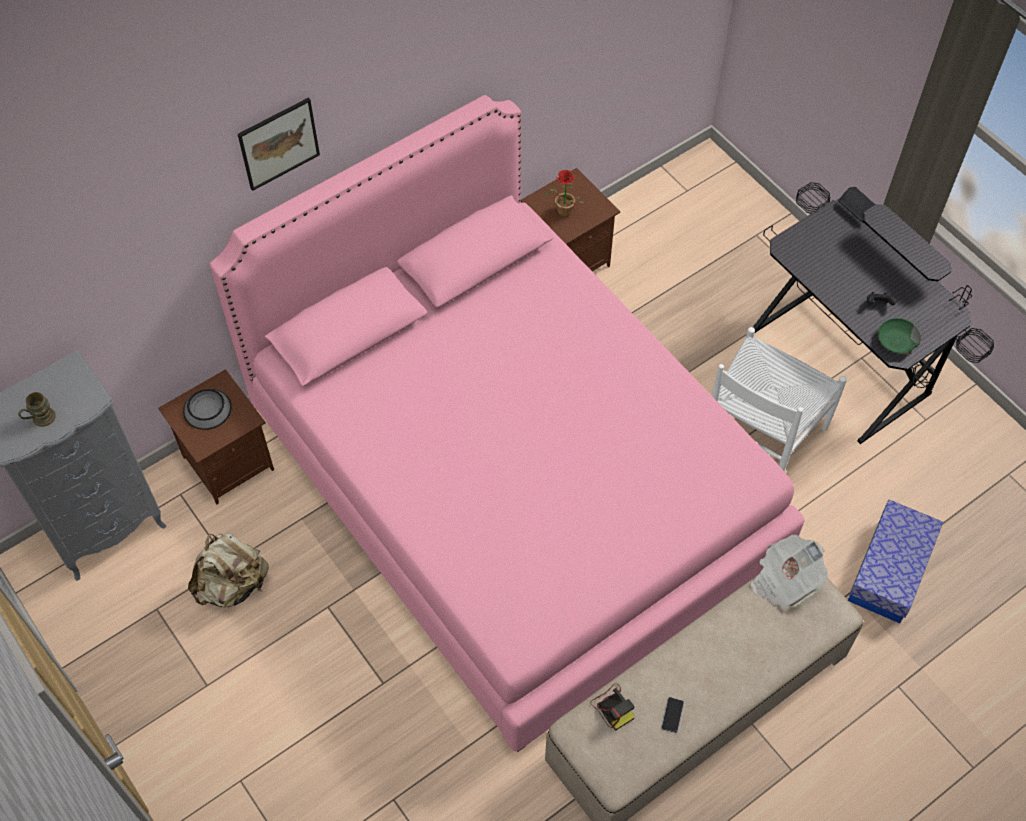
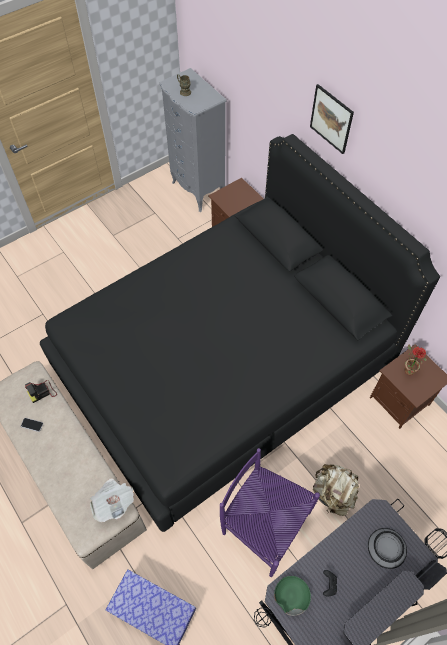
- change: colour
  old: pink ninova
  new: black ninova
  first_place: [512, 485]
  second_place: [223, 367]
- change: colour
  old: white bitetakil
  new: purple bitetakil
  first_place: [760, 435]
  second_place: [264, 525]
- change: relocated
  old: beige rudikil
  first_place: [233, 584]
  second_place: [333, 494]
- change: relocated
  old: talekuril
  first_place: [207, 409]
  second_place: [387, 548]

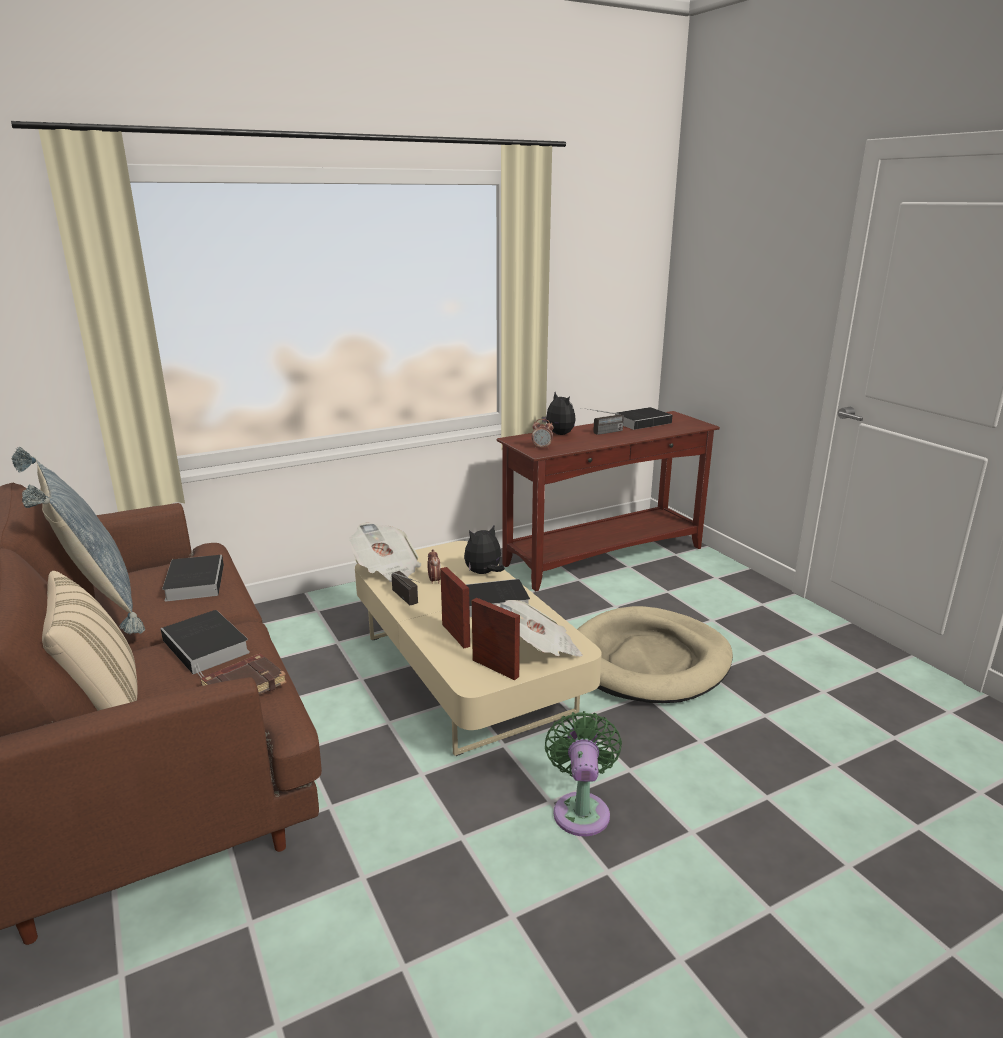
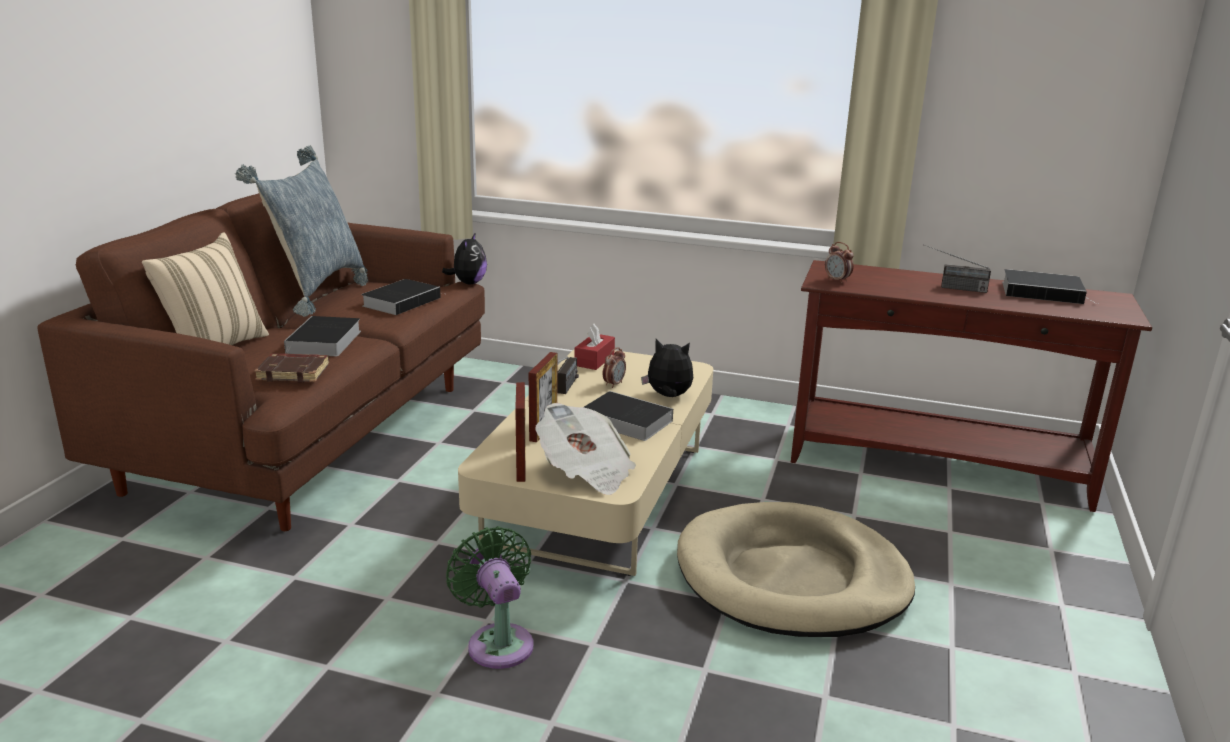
- change: relocated
  old: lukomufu
  first_place: [558, 434]
  second_place: [468, 283]
- change: spun
  old: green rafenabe
  first_place: [581, 809]
  second_place: [498, 642]
  degrees: -75
- change: exchanged
  old: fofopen
  new: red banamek
  first_place: [386, 569]
  second_place: [594, 360]

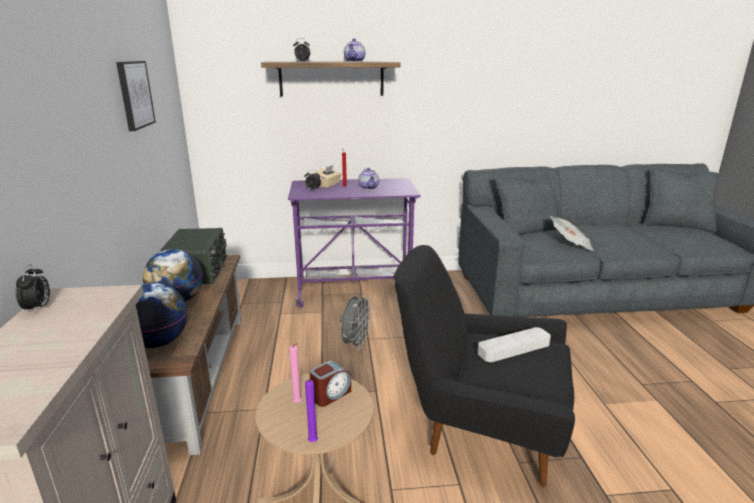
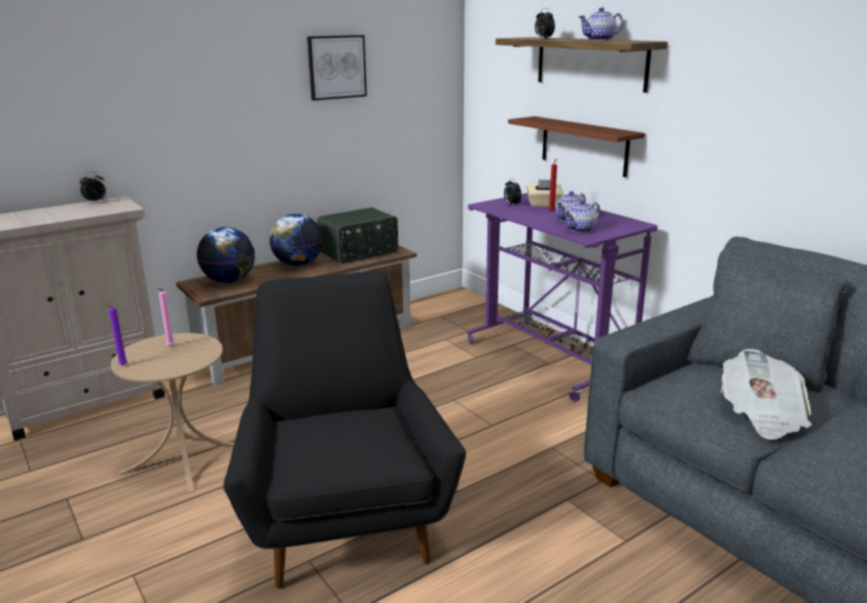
- change: appeared
  new: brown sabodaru
  second_place: [584, 146]
- change: appeared
  new: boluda
  second_place: [580, 229]
- change: missing
  old: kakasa
  first_place: [330, 395]
- change: missing
  old: grey rafenabe
  first_place: [356, 344]
- change: missing
  old: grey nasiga
  first_place: [513, 348]

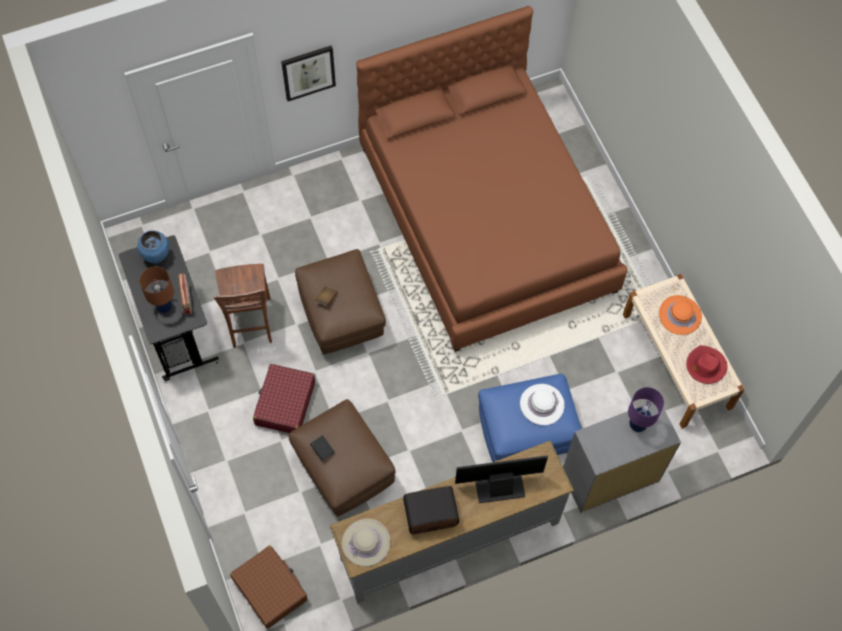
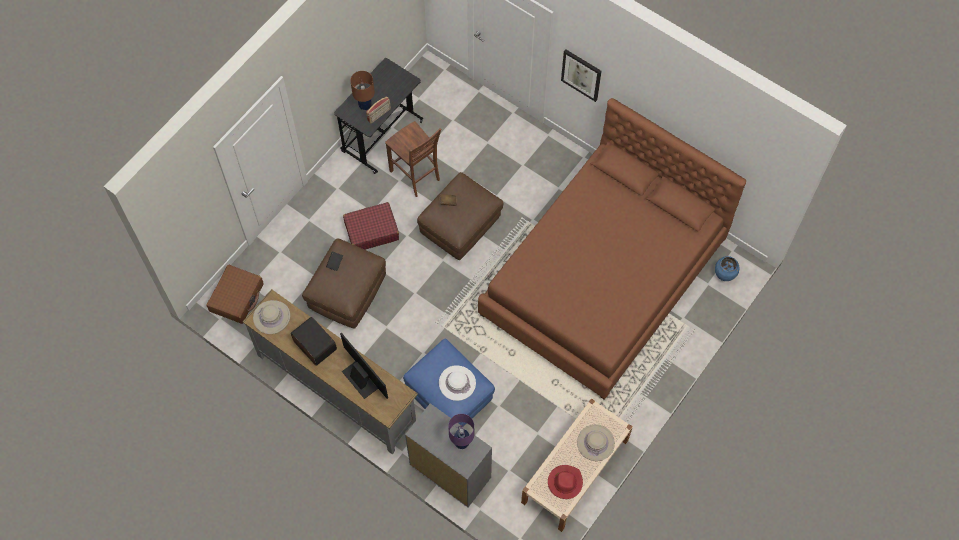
- change: spun
  old: brown bitetakil
  first_place: [250, 324]
  second_place: [415, 176]
  degrees: -90
- change: colour
  old: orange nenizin
  new: beige nenizin
  first_place: [680, 315]
  second_place: [595, 443]
- change: relocated
  old: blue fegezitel
  first_place: [156, 256]
  second_place: [724, 275]

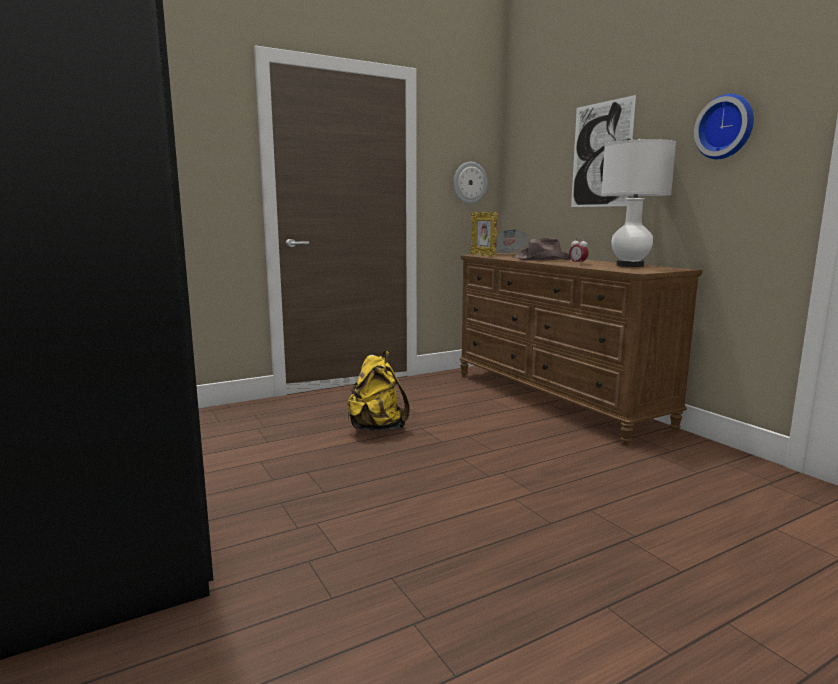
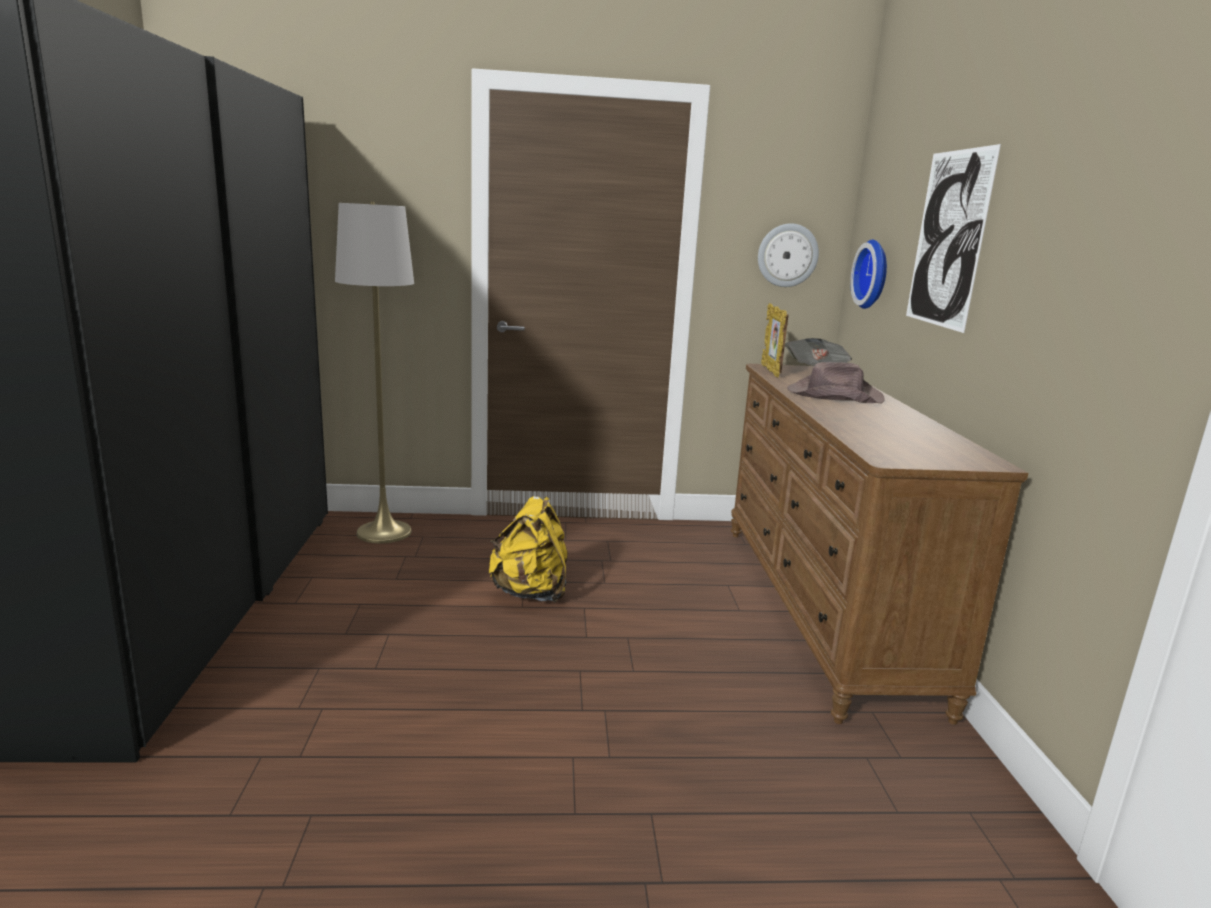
- change: appeared
  new: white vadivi
  second_place: [384, 532]
- change: relocated
  old: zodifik
  first_place: [726, 127]
  second_place: [874, 274]
- change: missing
  old: kakasa
  first_place: [578, 264]
- change: missing
  old: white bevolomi
  first_place: [630, 265]

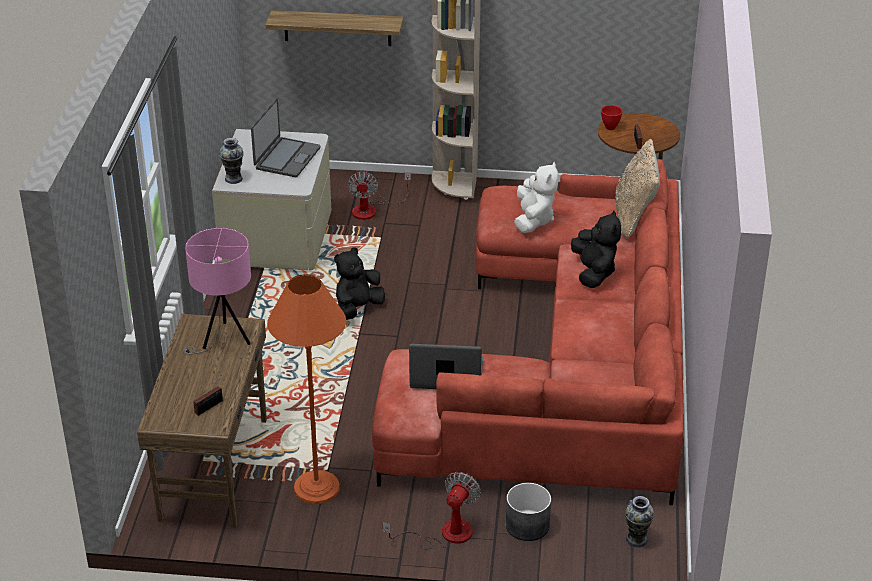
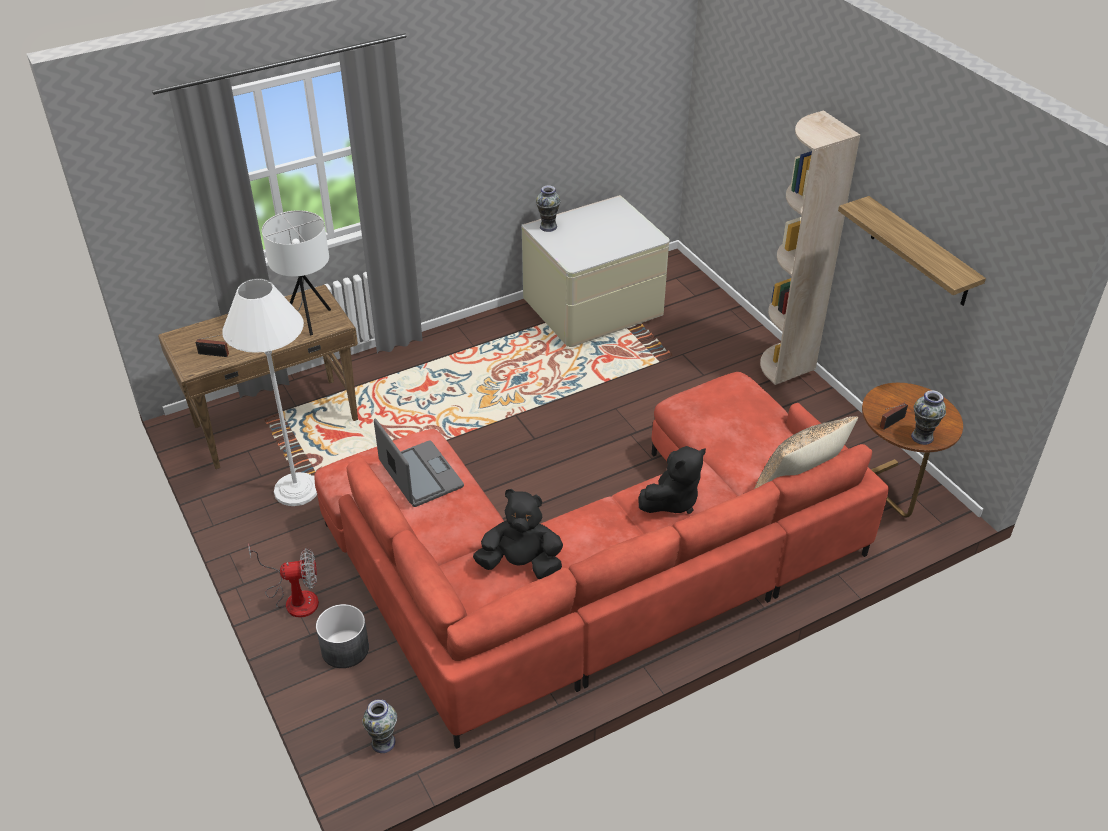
- change: colour
  old: orange vadivi
  new: white vadivi
  first_place: [317, 488]
  second_place: [296, 490]
- change: colour
  old: pink bevolomi
  new: white bevolomi
  first_place: [223, 340]
  second_place: [307, 320]
- change: relocated
  old: black lukomufu
  first_place: [357, 308]
  second_place: [521, 564]
- change: relocated
  old: sabodaru
  first_place: [337, 28]
  second_place: [920, 252]
- change: appeared
  new: fegezitel
  second_place: [922, 437]
- change: missing
  old: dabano
  first_place: [286, 158]
- change: missing
  old: rafenabe
  first_place: [371, 209]
- change: missing
  old: white lukomufu
  first_place: [533, 220]
- change: missing
  old: red talekuril
  first_place: [610, 128]

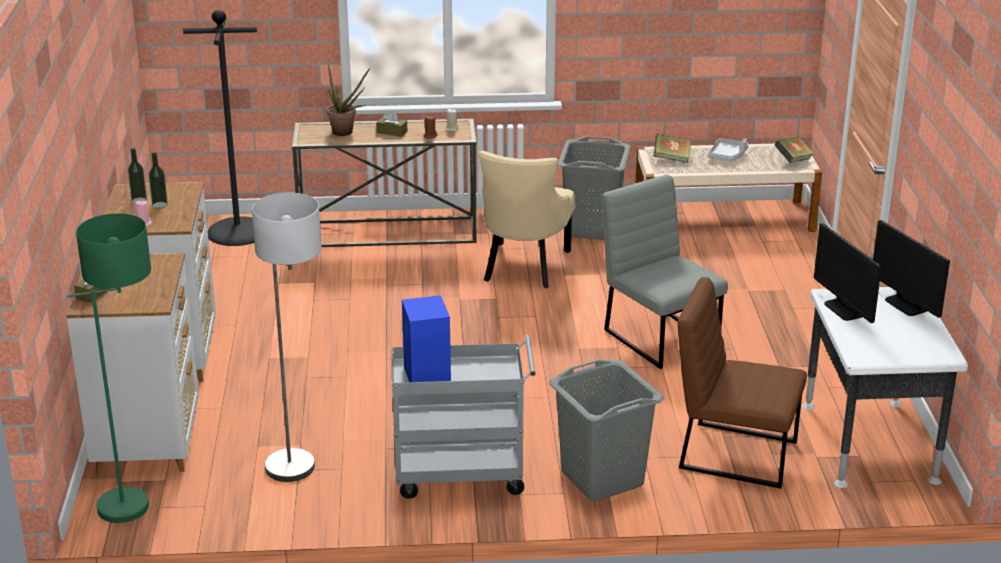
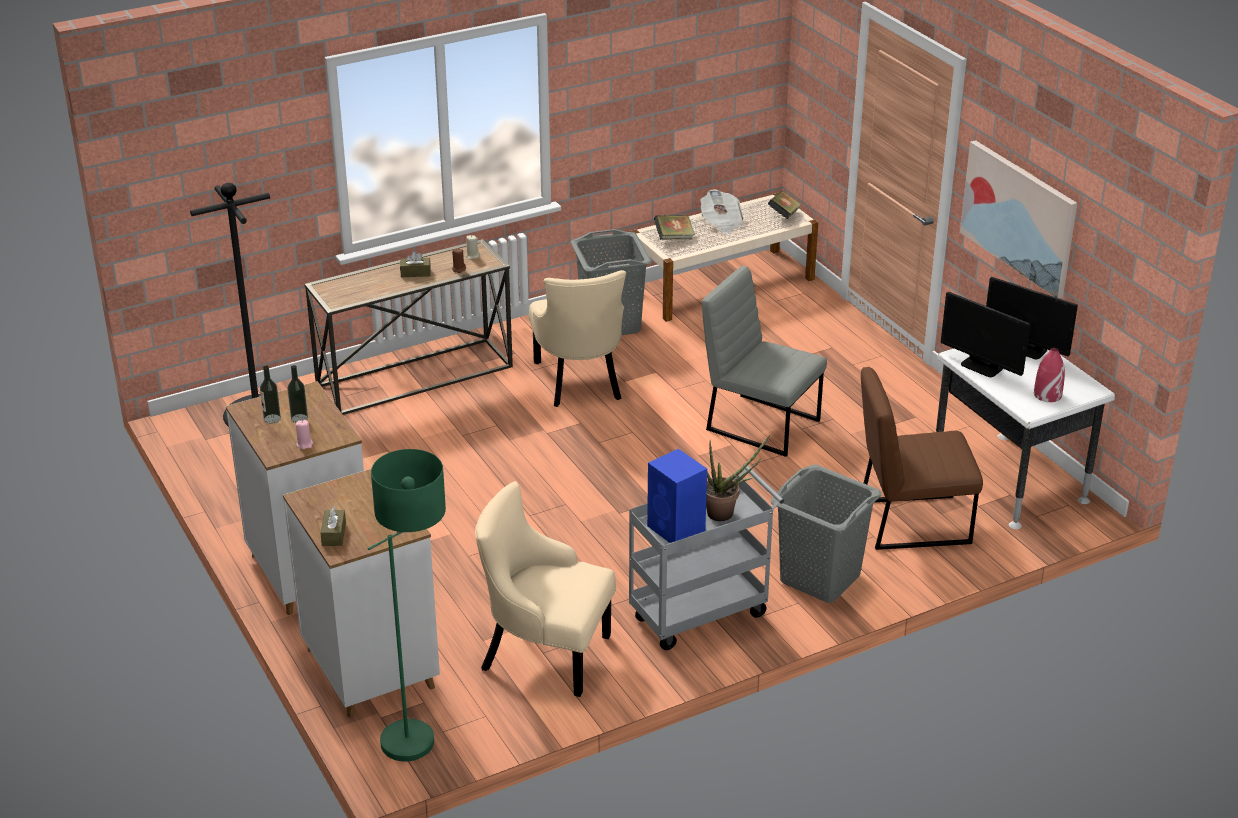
- change: exchanged
  old: grey vadivi
  new: beige bitetakil
  first_place: [300, 473]
  second_place: [547, 656]
- change: exchanged
  old: grey nasiga
  new: fofopen
  first_place: [727, 156]
  second_place: [722, 223]
- change: relocated
  old: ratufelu
  first_place: [346, 133]
  second_place: [726, 514]
- change: appeared
  new: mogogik
  second_place: [1019, 217]
- change: appeared
  new: red fegezitel
  second_place: [1047, 395]

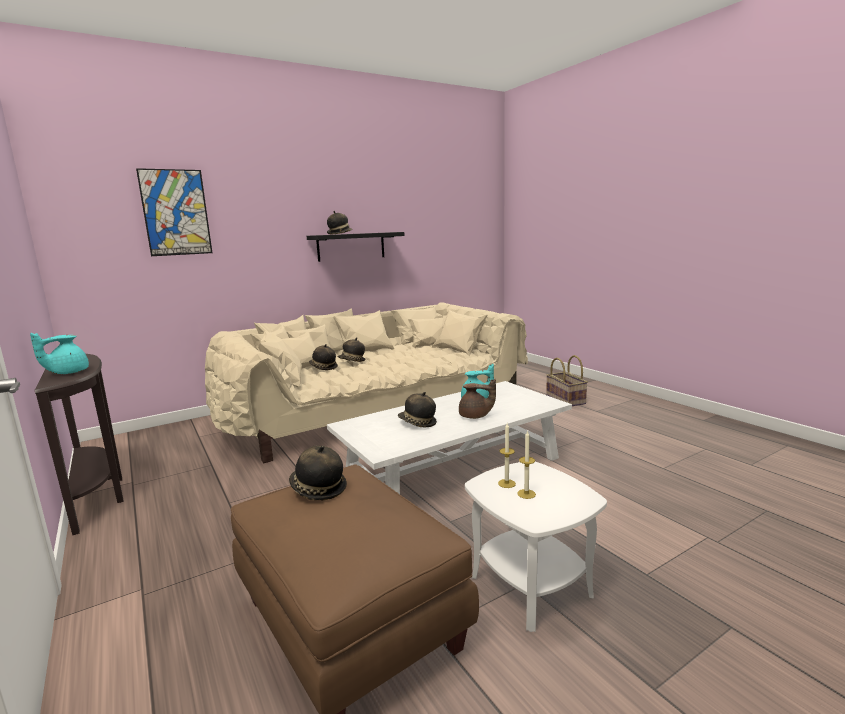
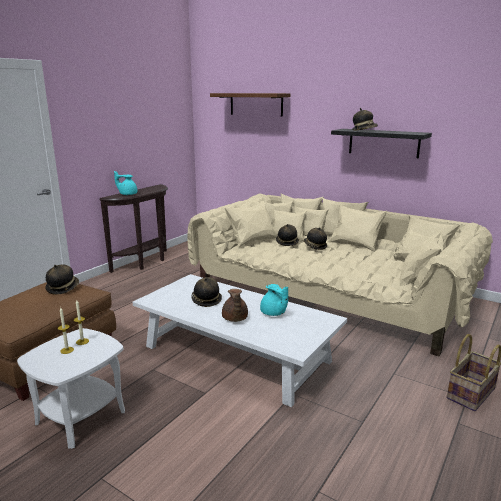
- change: exchanged
  old: mogogik
  new: brown sabodaru
  first_place: [176, 212]
  second_place: [256, 104]

